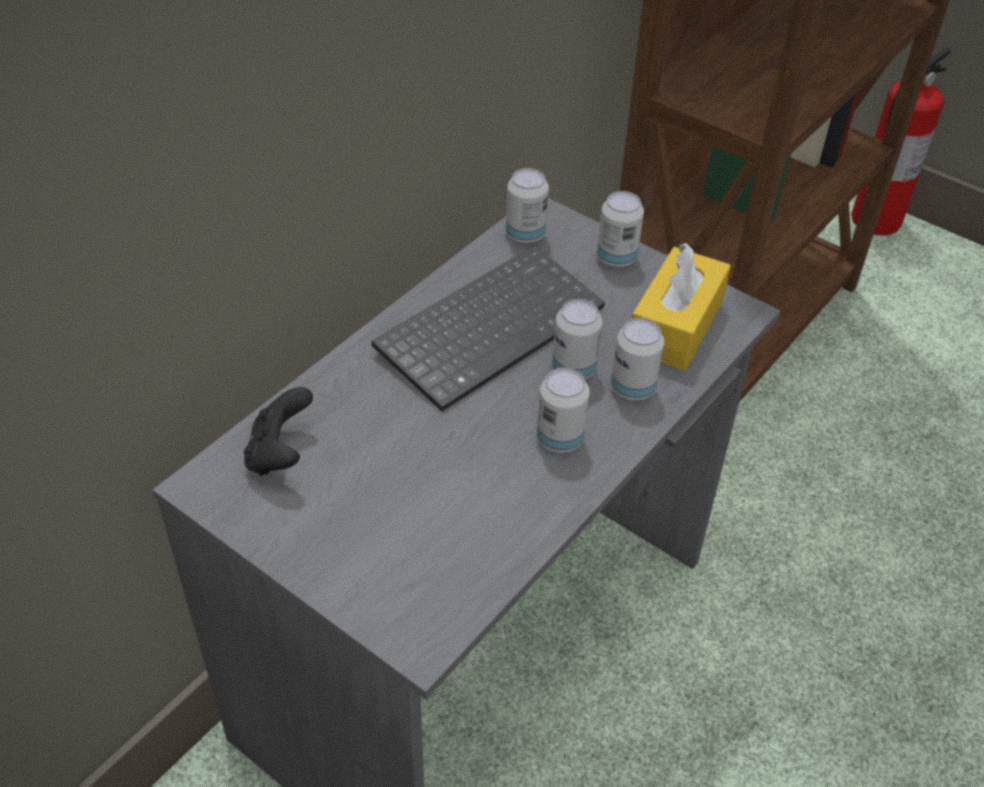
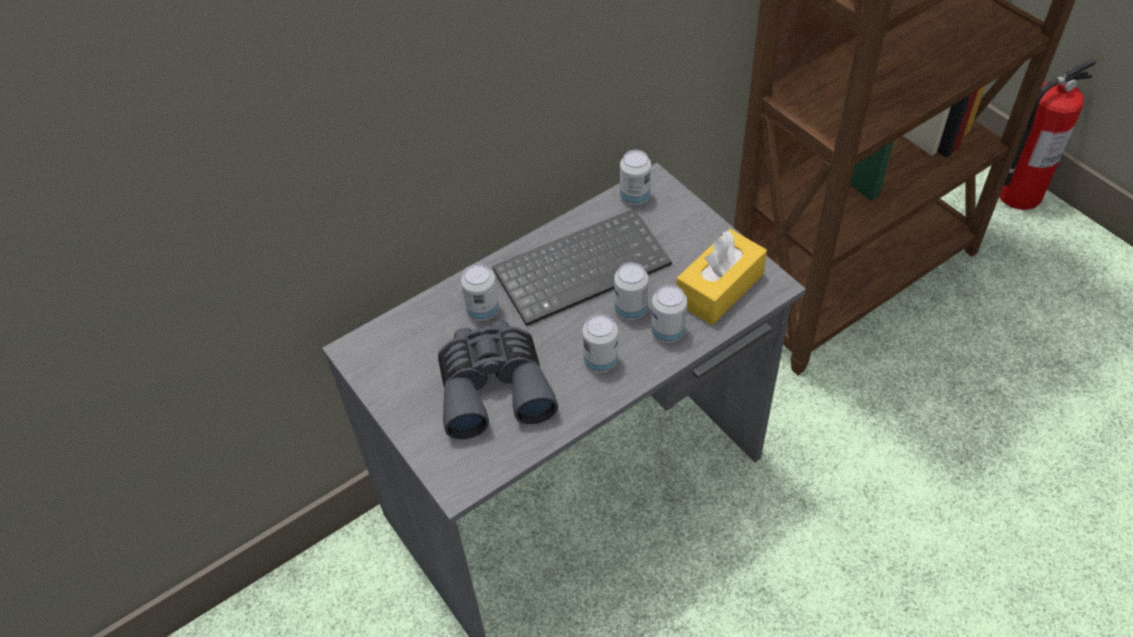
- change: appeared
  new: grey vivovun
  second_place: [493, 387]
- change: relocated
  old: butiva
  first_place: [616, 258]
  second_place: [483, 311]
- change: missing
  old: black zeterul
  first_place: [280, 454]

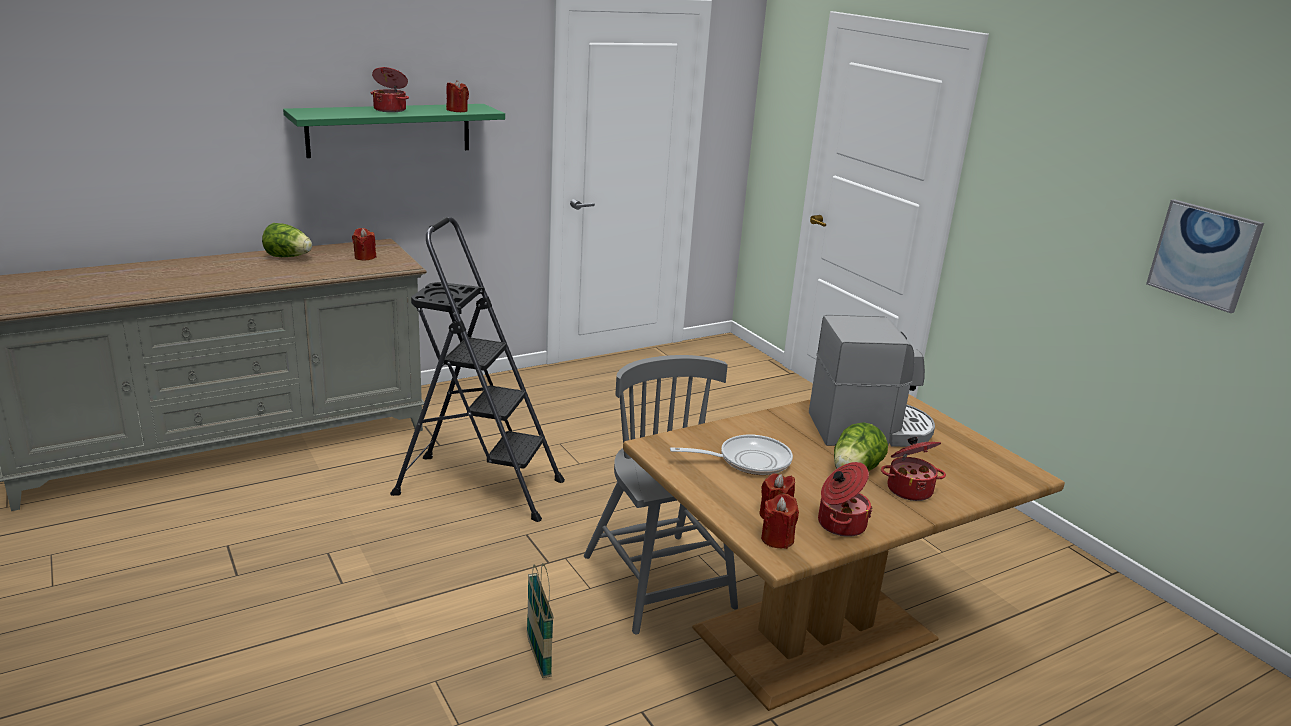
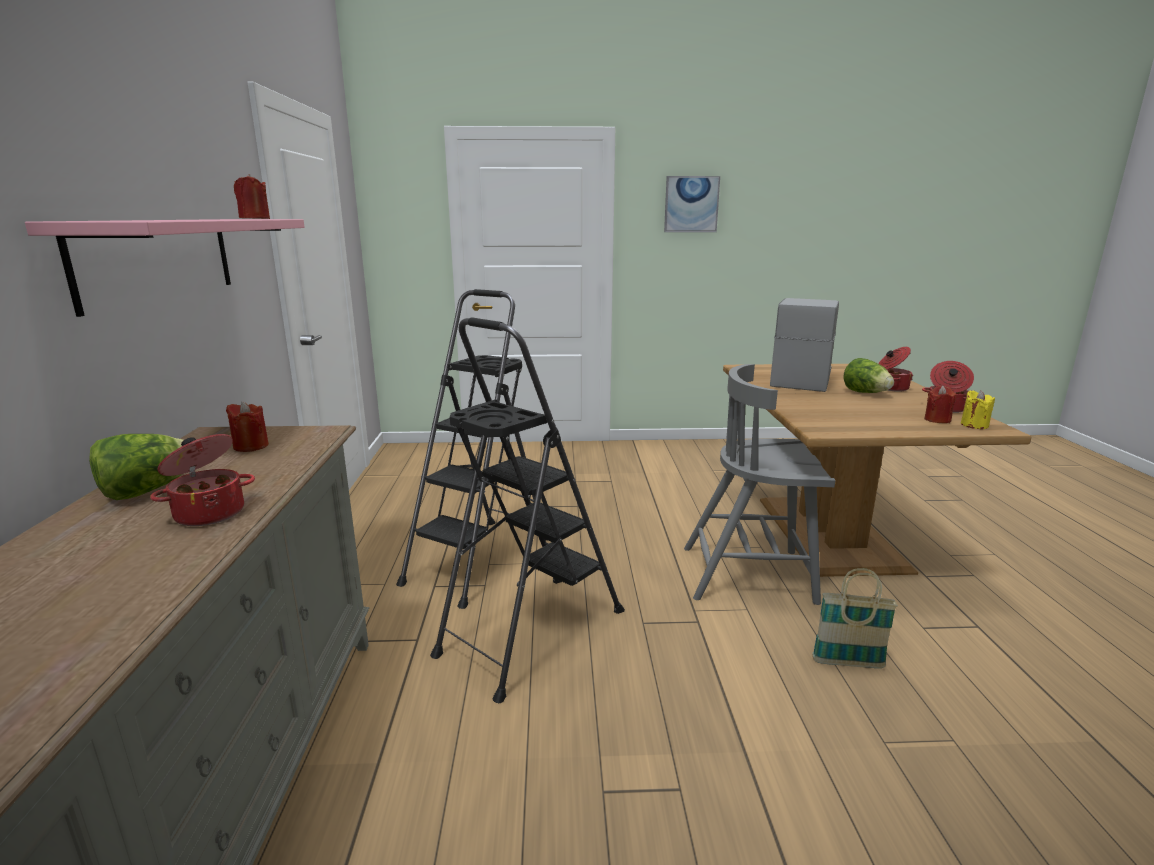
- change: colour
  old: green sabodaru
  new: pink sabodaru
  first_place: [389, 130]
  second_place: [159, 259]
- change: relocated
  old: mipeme
  first_place: [390, 109]
  second_place: [210, 513]
- change: appeared
  new: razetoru
  second_place: [480, 558]
- change: relocated
  old: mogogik
  first_place: [1203, 255]
  second_place: [691, 204]
- change: colour
  old: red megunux
  new: yellow megunux
  first_place: [777, 539]
  second_place: [974, 425]
- change: missing
  old: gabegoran
  first_place: [748, 461]

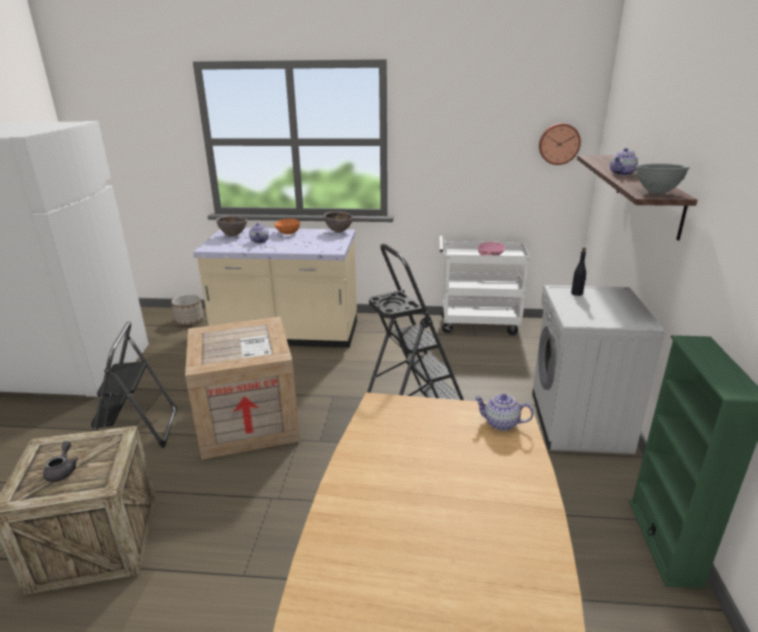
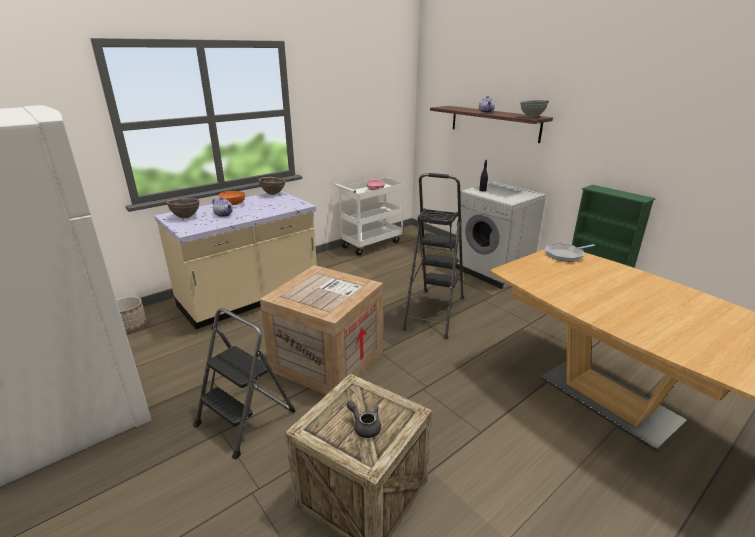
- change: exchanged
  old: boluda
  new: gabegoran
  first_place: [501, 423]
  second_place: [565, 255]
- change: missing
  old: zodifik
  first_place: [559, 144]

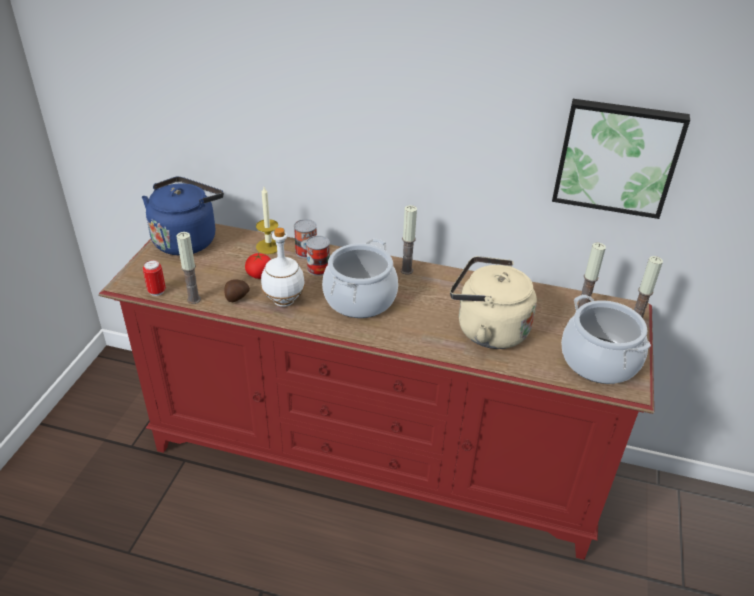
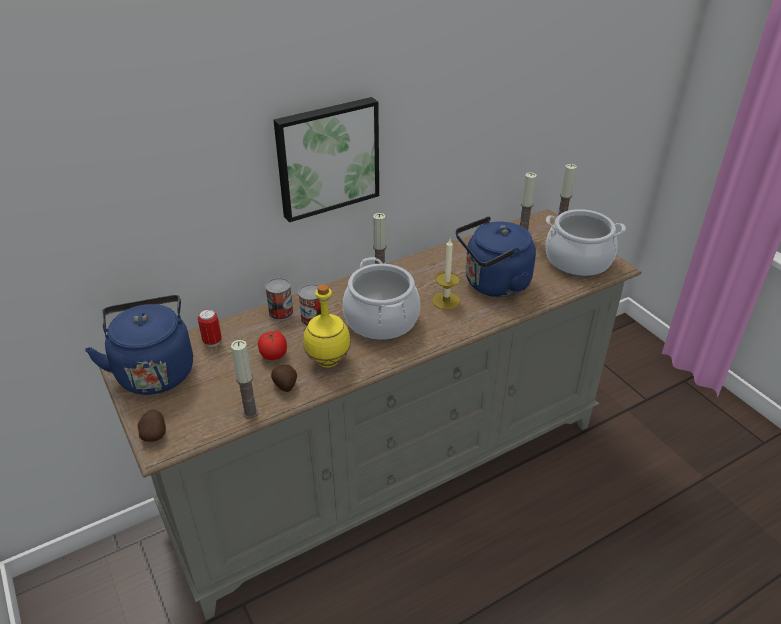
- change: colour
  old: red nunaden
  new: grey nunaden
  first_place: [373, 459]
  second_place: [391, 473]
- change: appeared
  new: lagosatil
  second_place: [154, 433]
- change: relocated
  old: butiva
  first_place: [157, 291]
  second_place: [212, 341]
- change: relocated
  old: mogogik
  first_place: [617, 157]
  second_place: [327, 157]
- change: colour
  old: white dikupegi
  new: yellow dikupegi
  first_place: [283, 301]
  second_place: [328, 361]
- change: relocated
  old: megunux
  first_place: [268, 246]
  second_place: [446, 301]
- change: colour
  old: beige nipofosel
  new: blue nipofosel
  first_place: [487, 330]
  second_place: [493, 284]

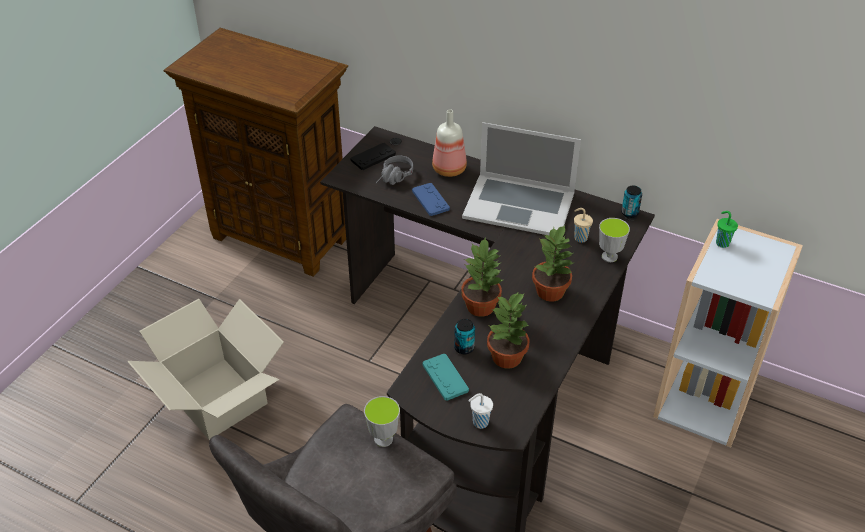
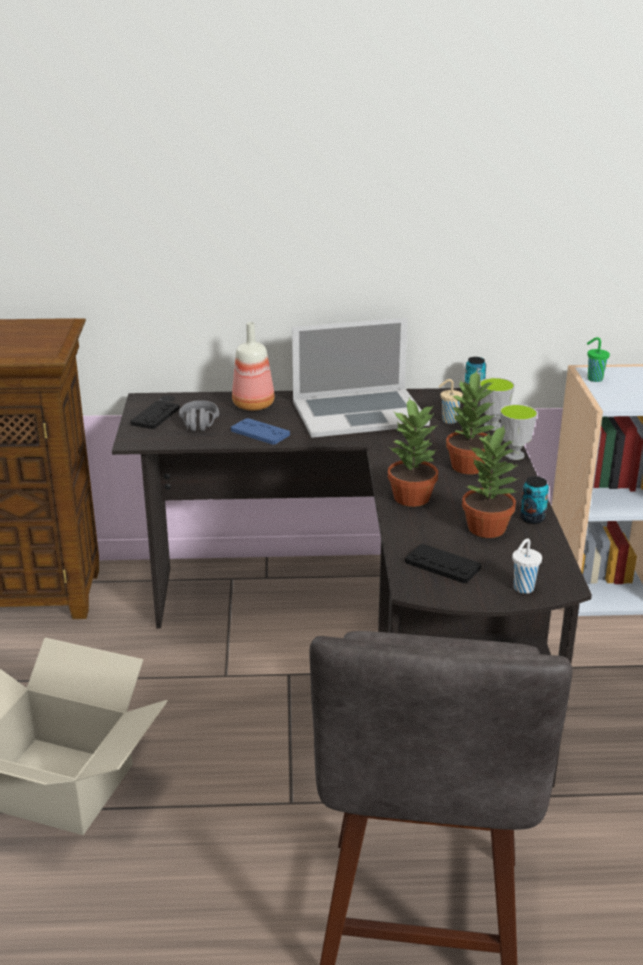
- change: colour
  old: turquoise zeterul
  new: black zeterul
  first_place: [445, 377]
  second_place: [442, 565]
- change: relocated
  old: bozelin
  first_place: [383, 439]
  second_place: [514, 455]
- change: relocated
  old: butiva
  first_place: [464, 348]
  second_place: [532, 518]

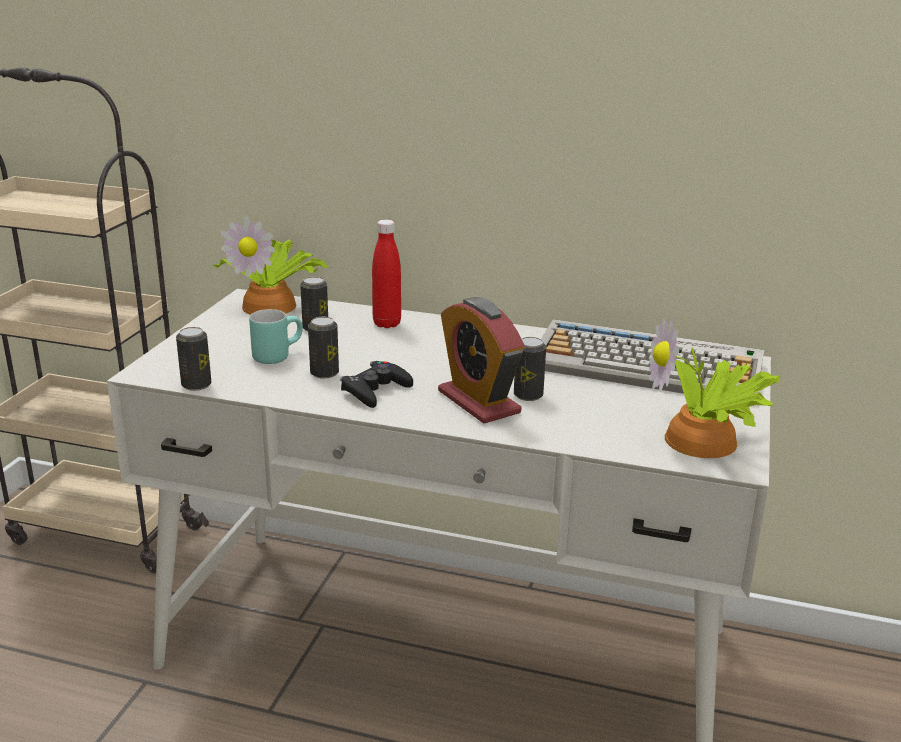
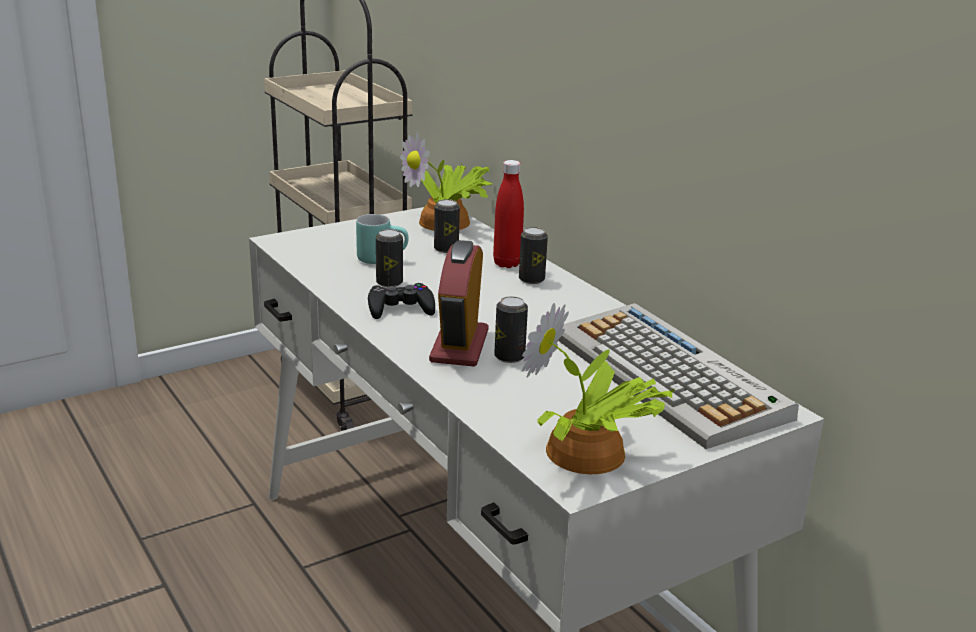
- change: relocated
  old: butiva
  first_place: [196, 385]
  second_place: [531, 279]

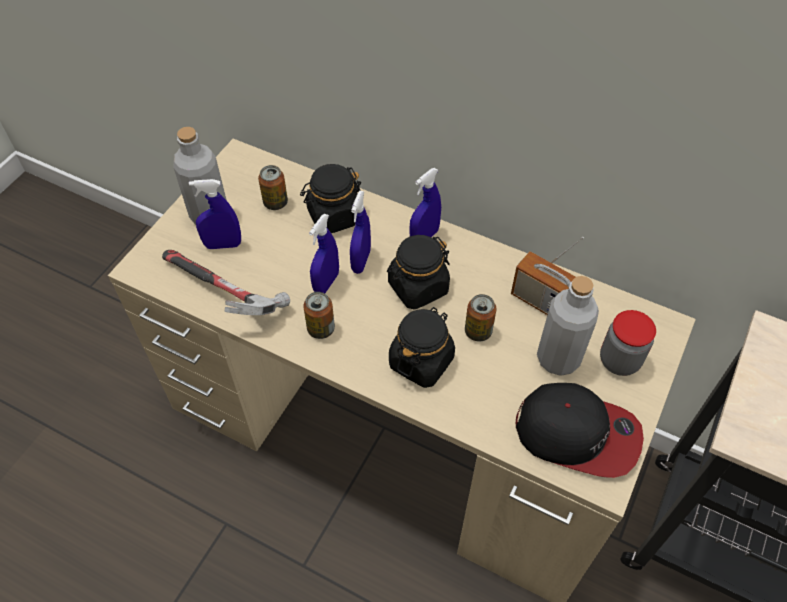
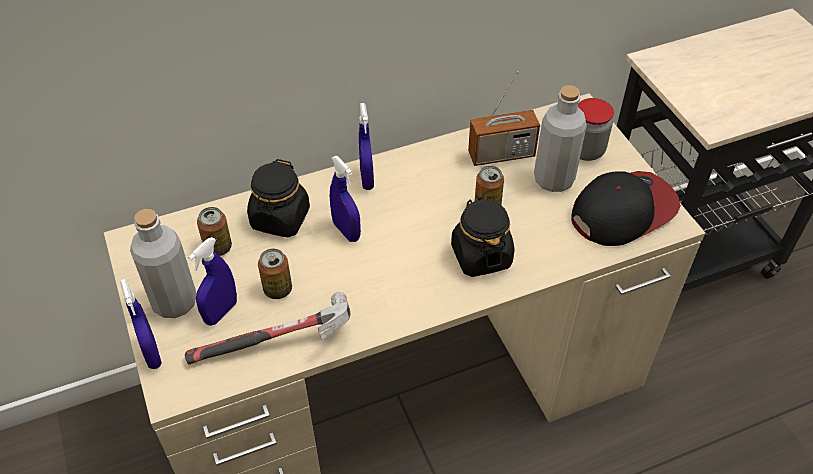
- change: relocated
  old: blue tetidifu
  first_place: [326, 283]
  second_place: [152, 353]
- change: relocated
  old: butiva
  first_place: [321, 329]
  second_place: [277, 289]
- change: missing
  old: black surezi
  first_place: [417, 287]

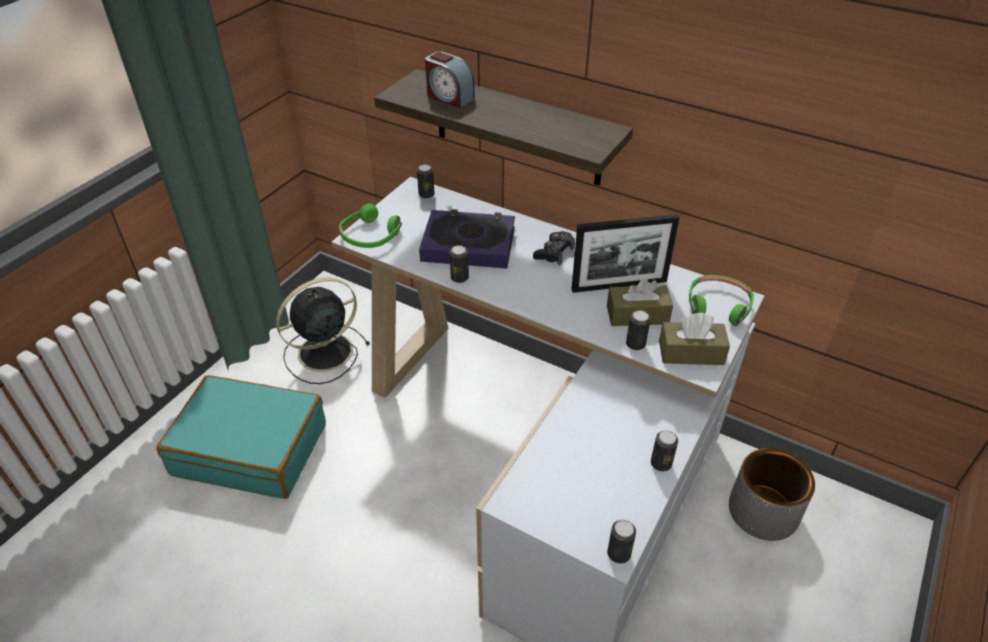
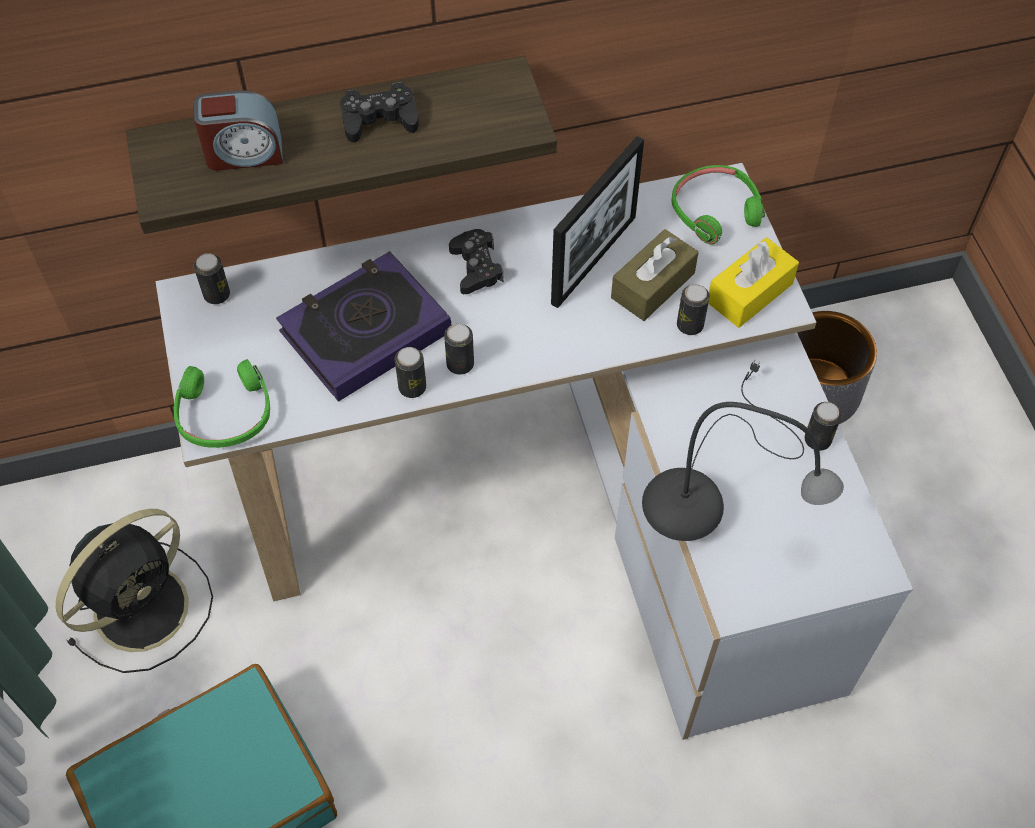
- change: spun
  old: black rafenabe
  first_place: [323, 353]
  second_place: [145, 605]
  degrees: -150
- change: appeared
  new: black zeterul
  second_place: [379, 119]
- change: relocated
  old: butiva
  first_place: [618, 553]
  second_place: [460, 364]
- change: appeared
  new: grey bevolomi
  second_place: [721, 496]
- change: colour
  old: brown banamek
  new: yellow banamek
  first_place: [691, 353]
  second_place: [750, 293]

